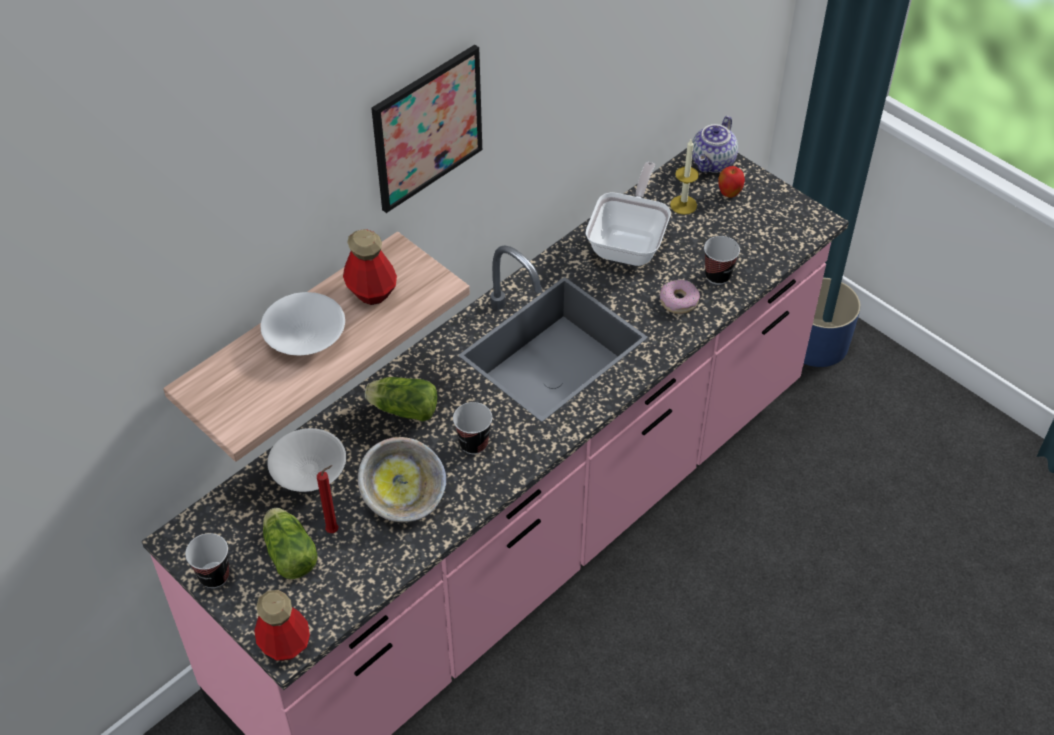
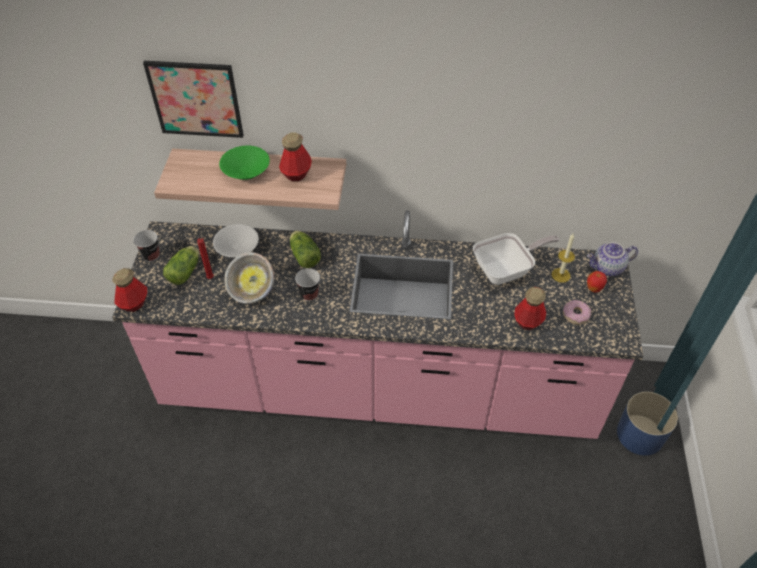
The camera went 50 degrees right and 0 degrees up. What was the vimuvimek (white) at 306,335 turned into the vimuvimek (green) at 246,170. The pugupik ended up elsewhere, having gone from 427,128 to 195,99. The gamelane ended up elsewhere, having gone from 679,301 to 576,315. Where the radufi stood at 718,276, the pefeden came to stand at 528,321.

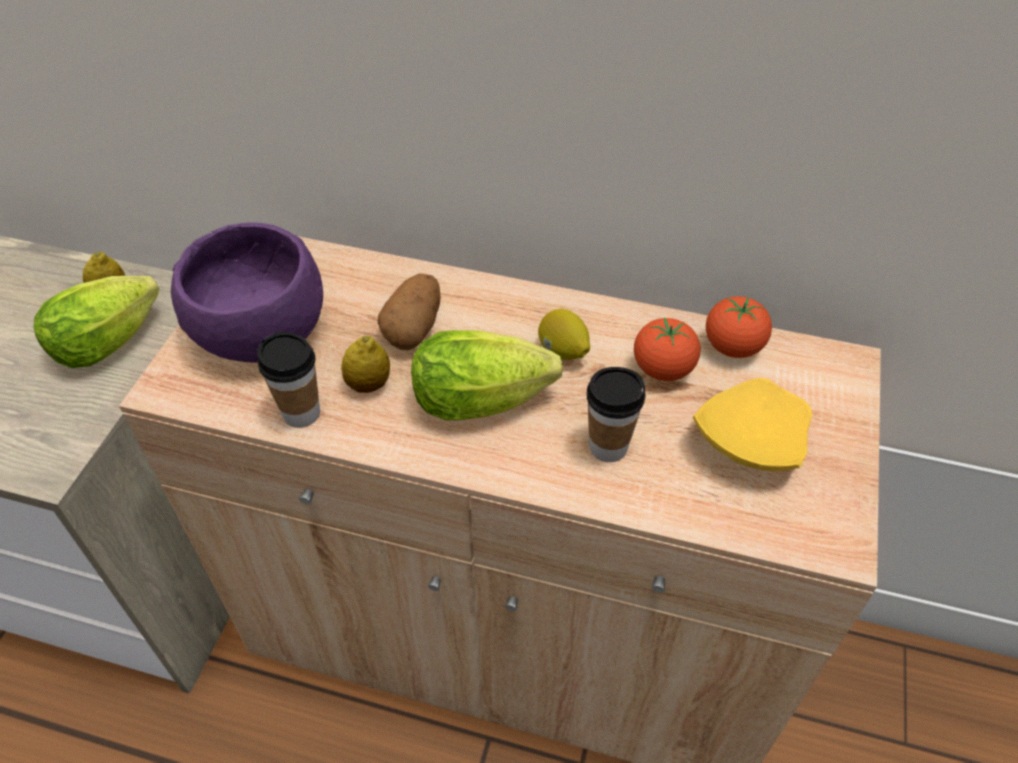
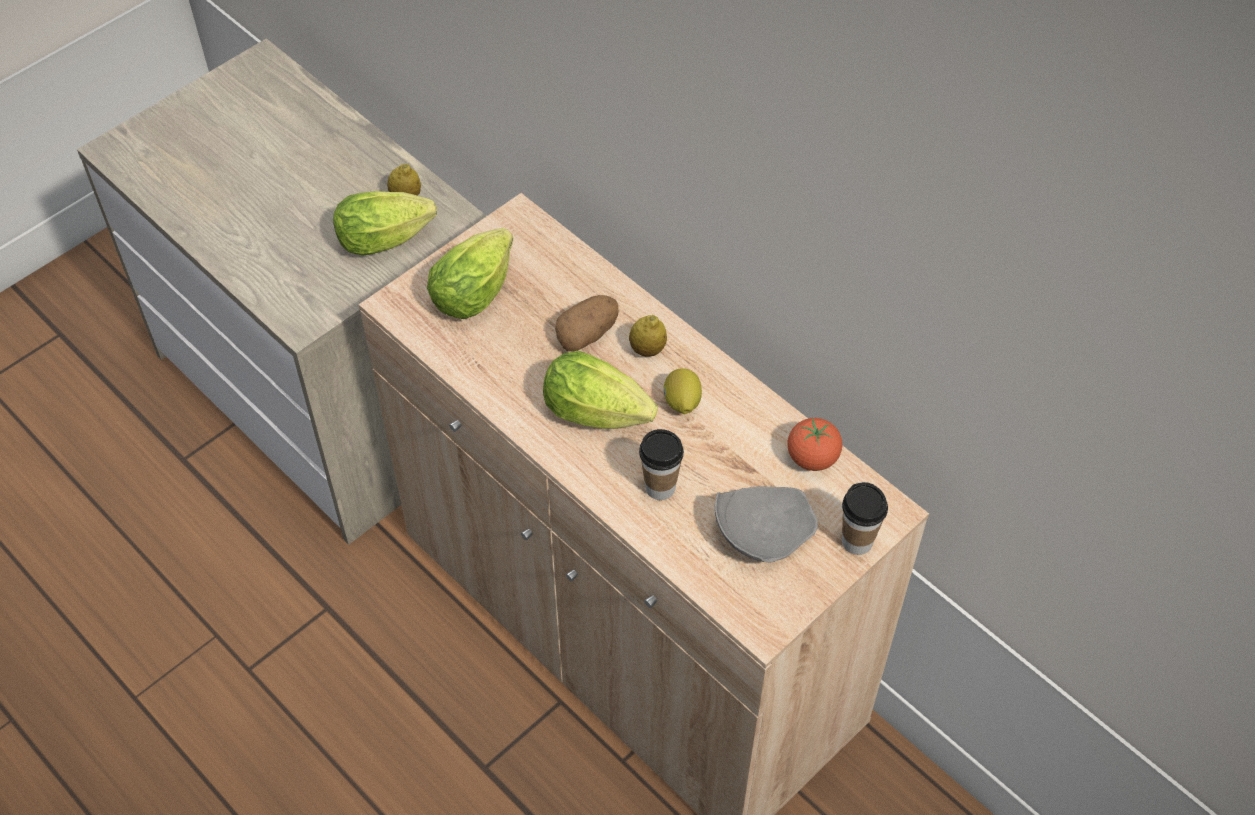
The camera went 30 degrees right and 5 degrees up. Where the vimuvimek (purple) stood at 259,333, the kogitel came to stand at 477,289. The radufi ended up elsewhere, having gone from 301,413 to 857,541. The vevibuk ended up elsewhere, having gone from 368,384 to 647,349. The second view lost the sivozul at 662,369. What was the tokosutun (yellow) at 747,441 turned into the tokosutun (grey) at 761,531.

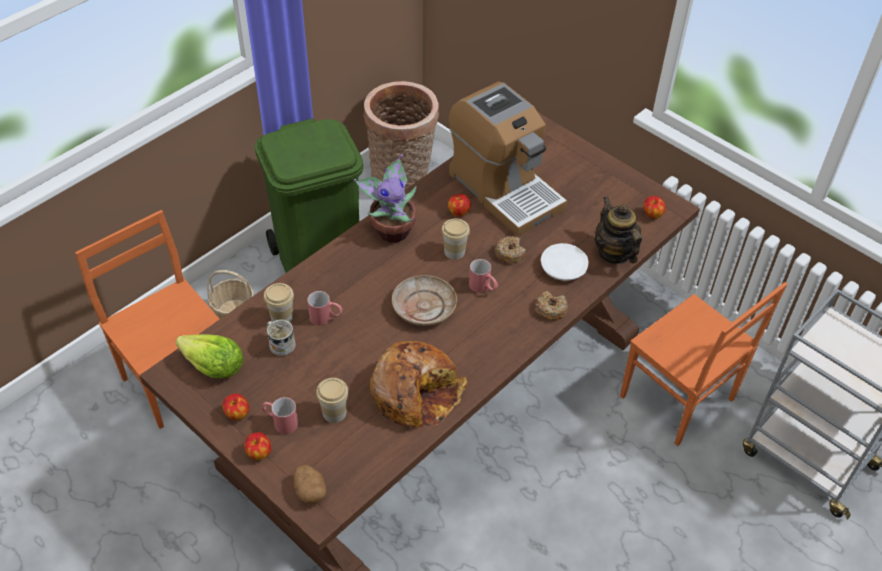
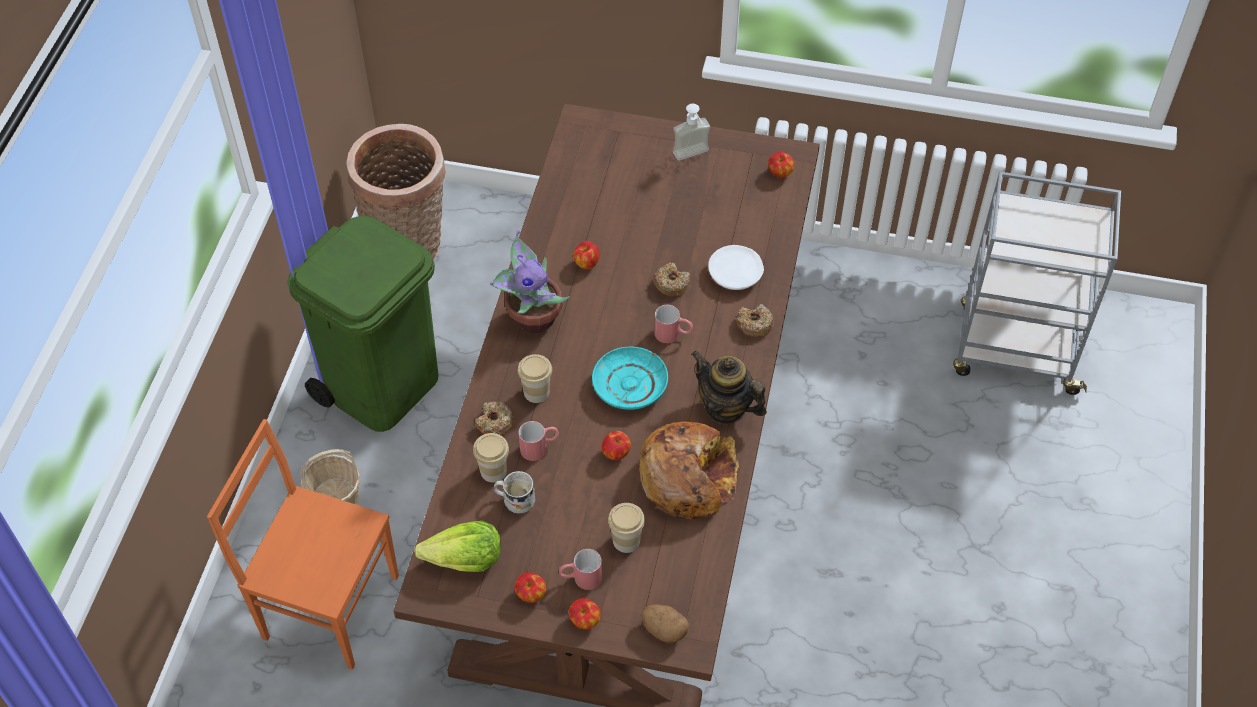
The camera went 30 degrees left and 5 degrees up. What was the tokosutun (beige) at 423,307 turned into the tokosutun (turquoise) at 629,385. The radufi ended up elsewhere, having gone from 454,252 to 536,392. The second view lost the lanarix at 504,189. The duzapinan ended up elsewhere, having gone from 614,253 to 725,408. The second view lost the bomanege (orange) at 677,400. The second view gained the gamelane at 495,423. The second view gained the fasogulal at 616,453. The second view gained the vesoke at 694,156.

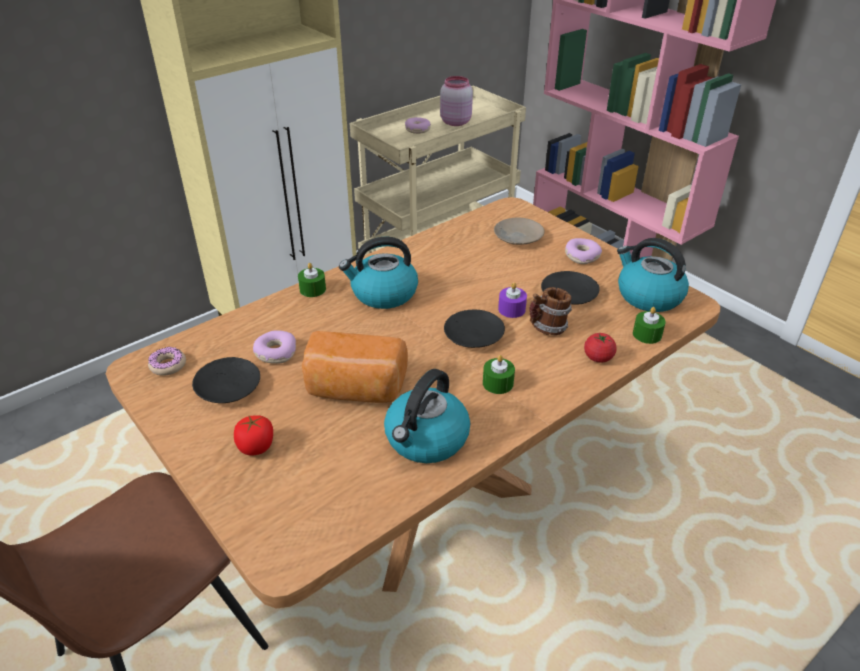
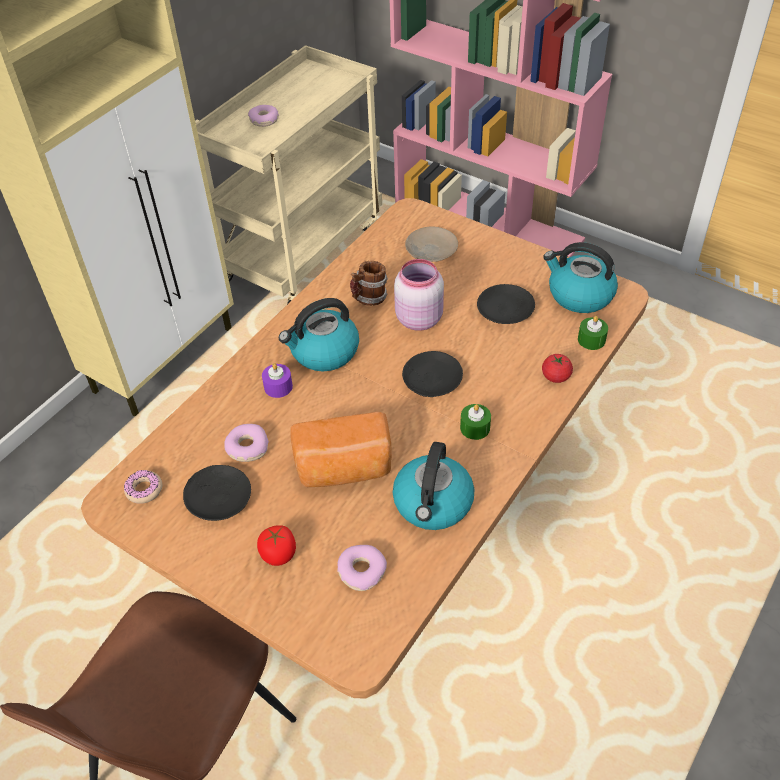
The camera went 15 degrees left and 10 degrees up. The second view lost the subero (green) at 312,289. The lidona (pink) ended up elsewhere, having gone from 455,122 to 418,318. The subero (purple) ended up elsewhere, having gone from 511,309 to 278,387. The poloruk ended up elsewhere, having gone from 547,328 to 369,299. The gamelane ended up elsewhere, having gone from 581,256 to 361,571.

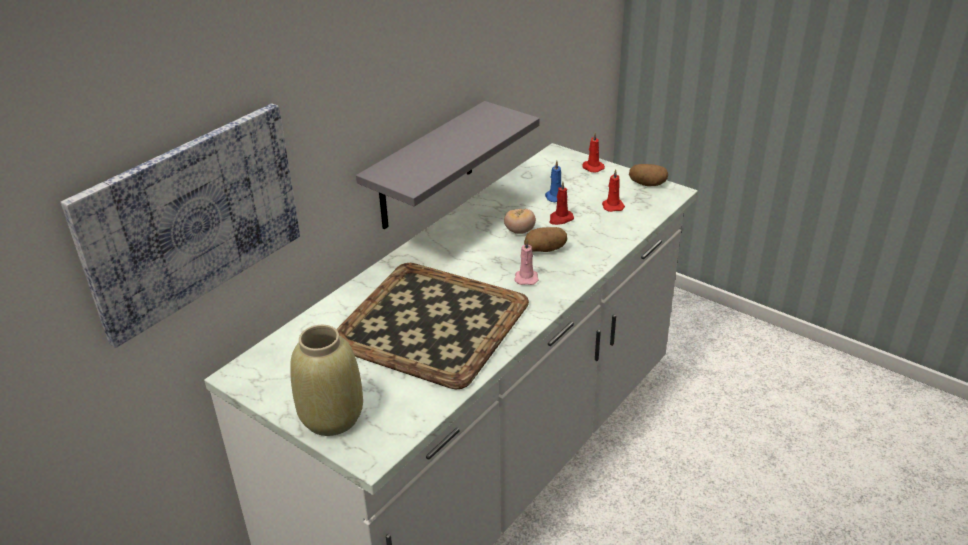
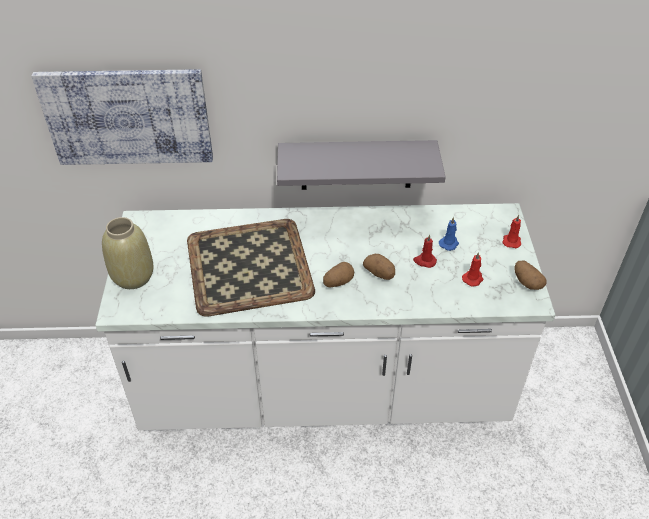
The camera went 50 degrees right and 10 degrees up. The second view lost the sivozul at 519,231. Where the subero (pink) stood at 526,278, the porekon came to stand at 338,282.

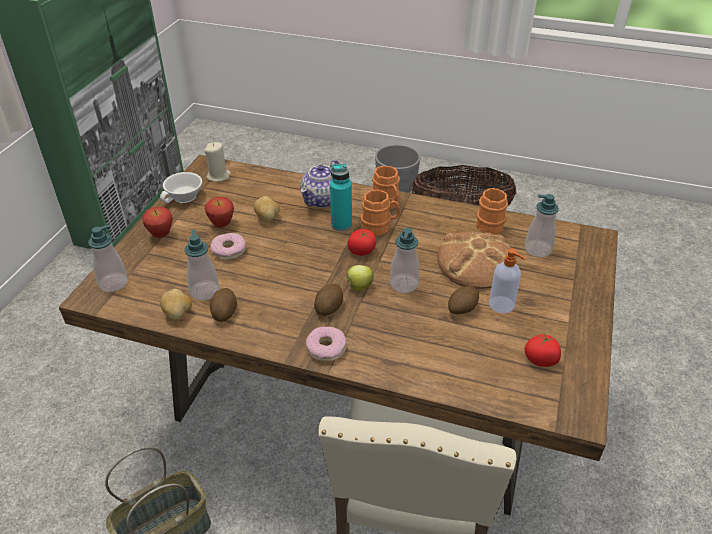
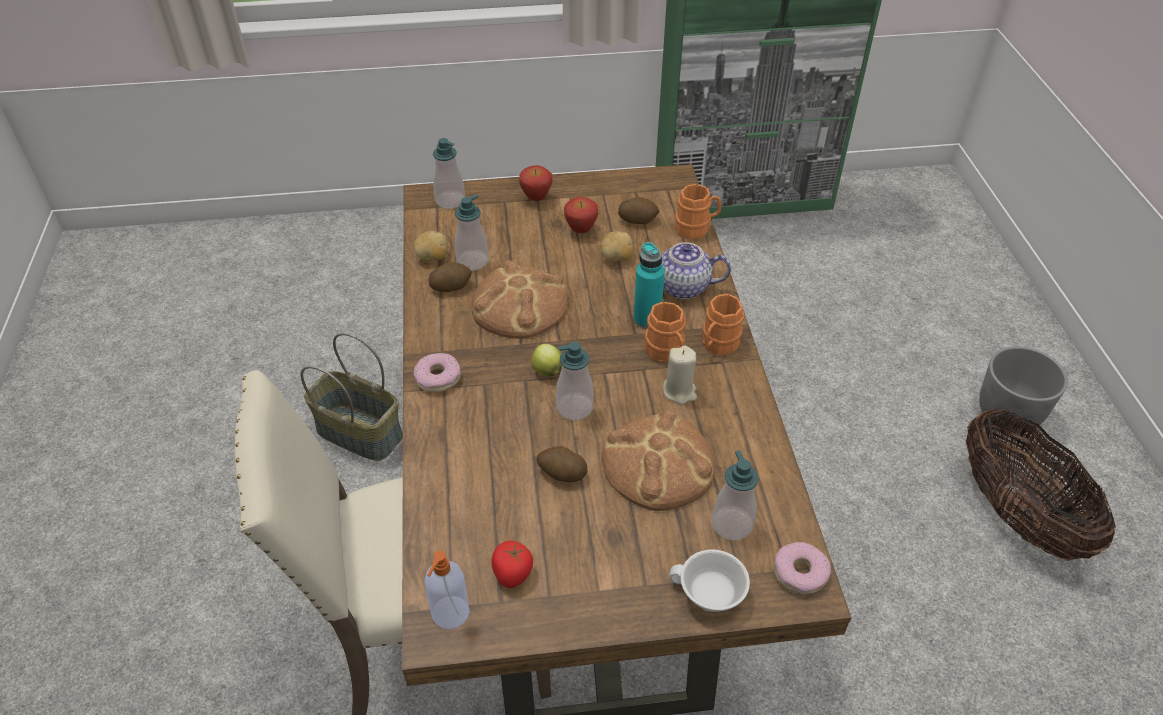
The camera went 65 degrees right and 5 degrees up. The radufi (white) ended up elsewhere, having gone from 184,197 to 709,595. The subero (beige) ended up elsewhere, having gone from 218,176 to 679,391. The gamelane ended up elsewhere, having gone from 228,251 to 800,572. The porekon ended up elsewhere, having gone from 328,307 to 638,220. The second view lost the sivozul at 362,251. The poloruk (orange) ended up elsewhere, having gone from 490,223 to 696,228. The vesoke ended up elsewhere, having gone from 502,305 to 449,614. The second view gained the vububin at 519,305.

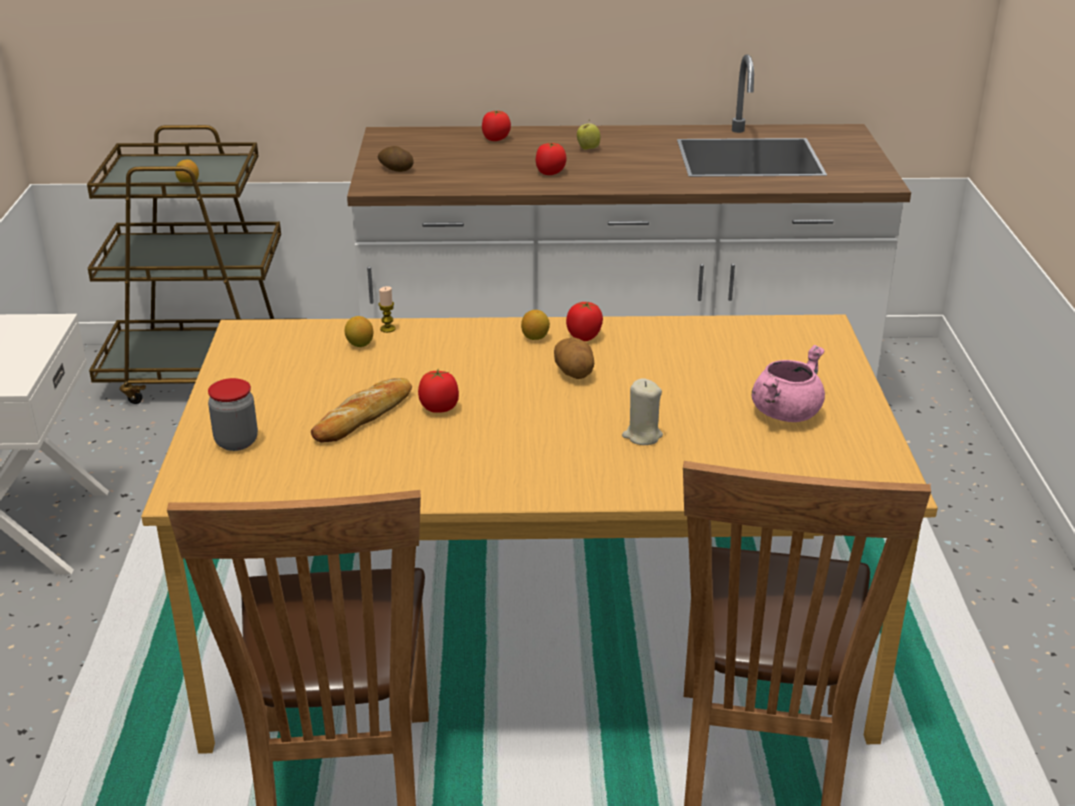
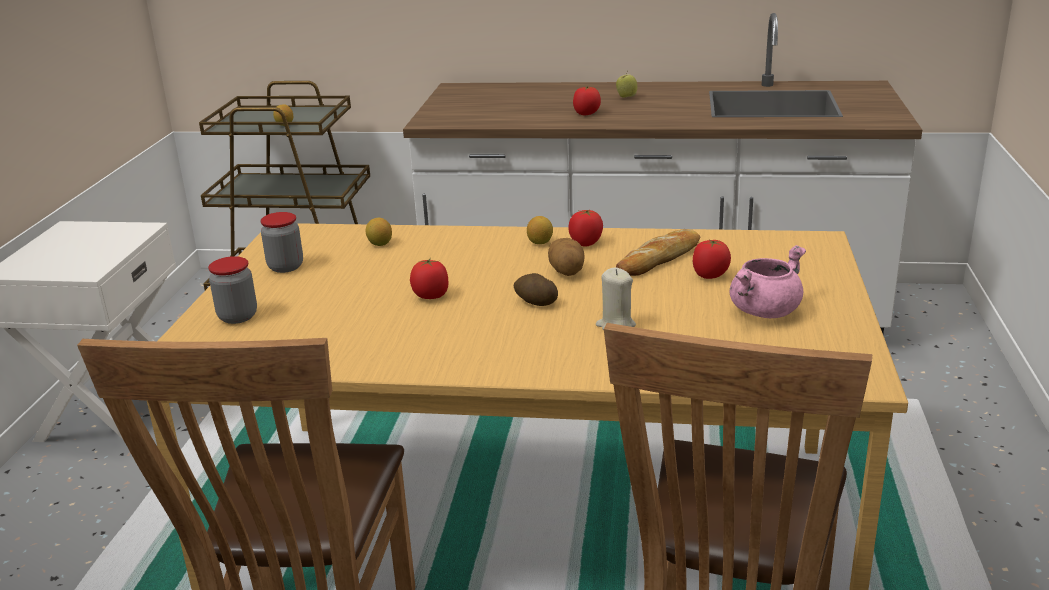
The camera went 10 degrees right and 5 degrees down. The vububin ended up elsewhere, having gone from 364,416 to 660,259. The porekon ended up elsewhere, having gone from 395,169 to 535,302. The second view lost the subero at 387,329. The sivozul ended up elsewhere, having gone from 495,139 to 710,275. The second view gained the lidona at 285,267.

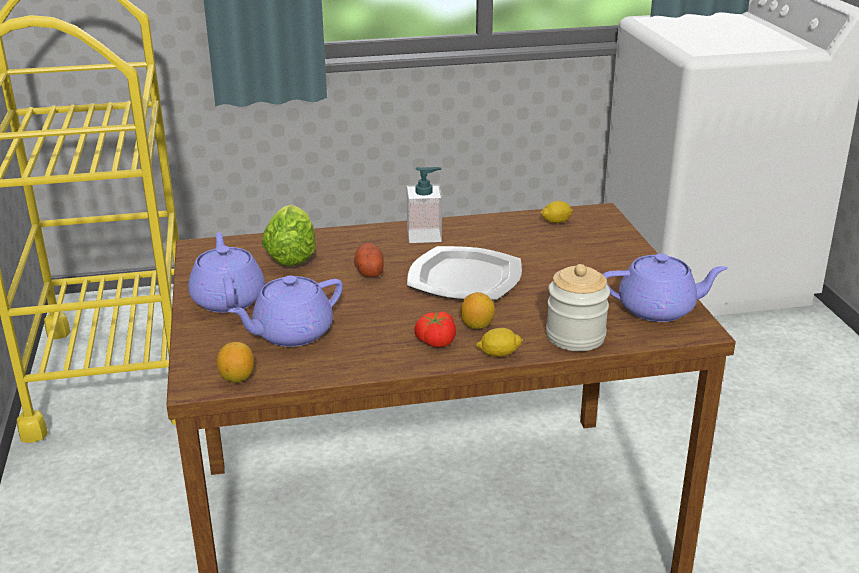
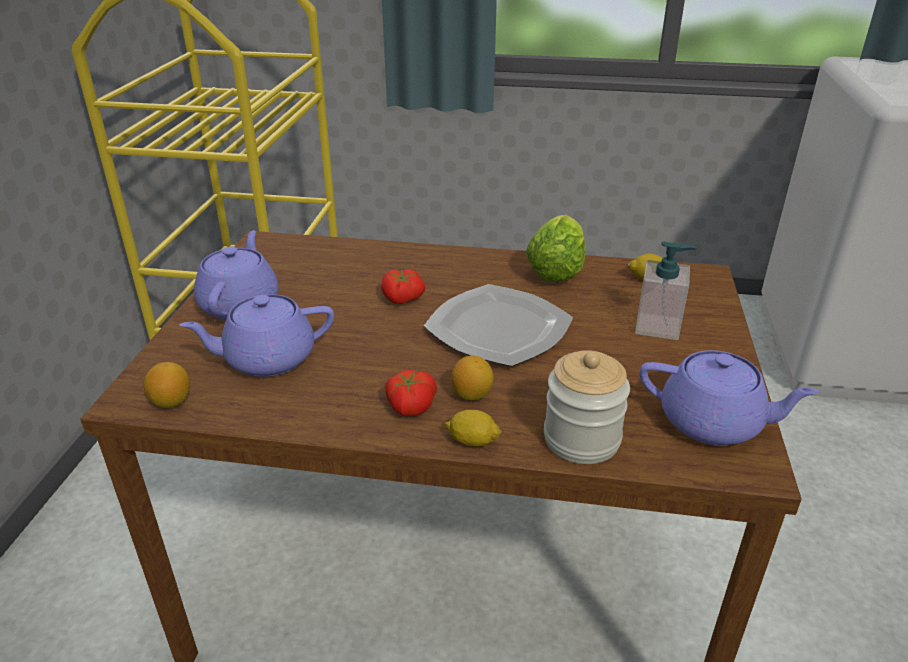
The camera went 20 degrees right and 5 degrees up. The kogitel ended up elsewhere, having gone from 292,255 to 557,269. Where the porekon stood at 369,271, the sivozul came to stand at 402,299. The vesoke ended up elsewhere, having gone from 424,235 to 658,326.

